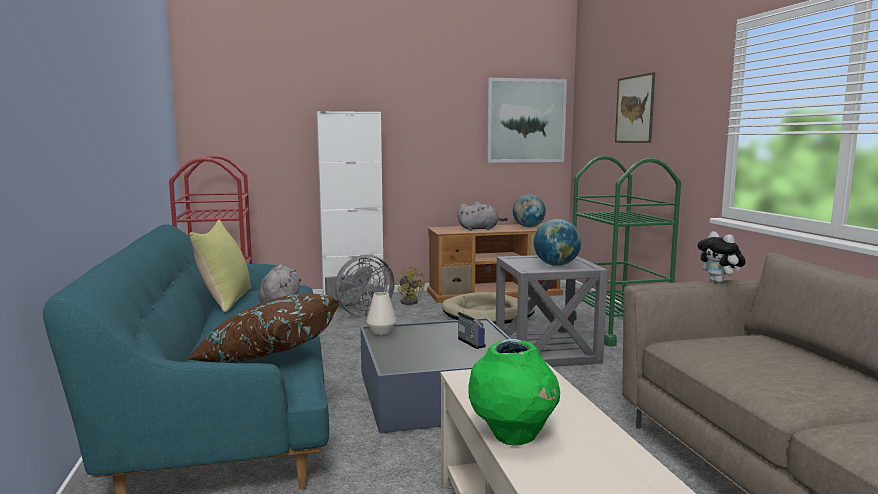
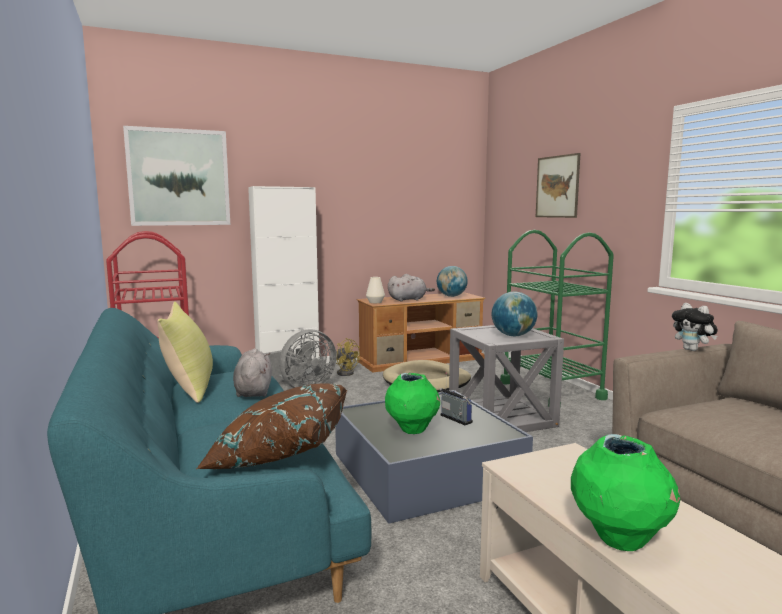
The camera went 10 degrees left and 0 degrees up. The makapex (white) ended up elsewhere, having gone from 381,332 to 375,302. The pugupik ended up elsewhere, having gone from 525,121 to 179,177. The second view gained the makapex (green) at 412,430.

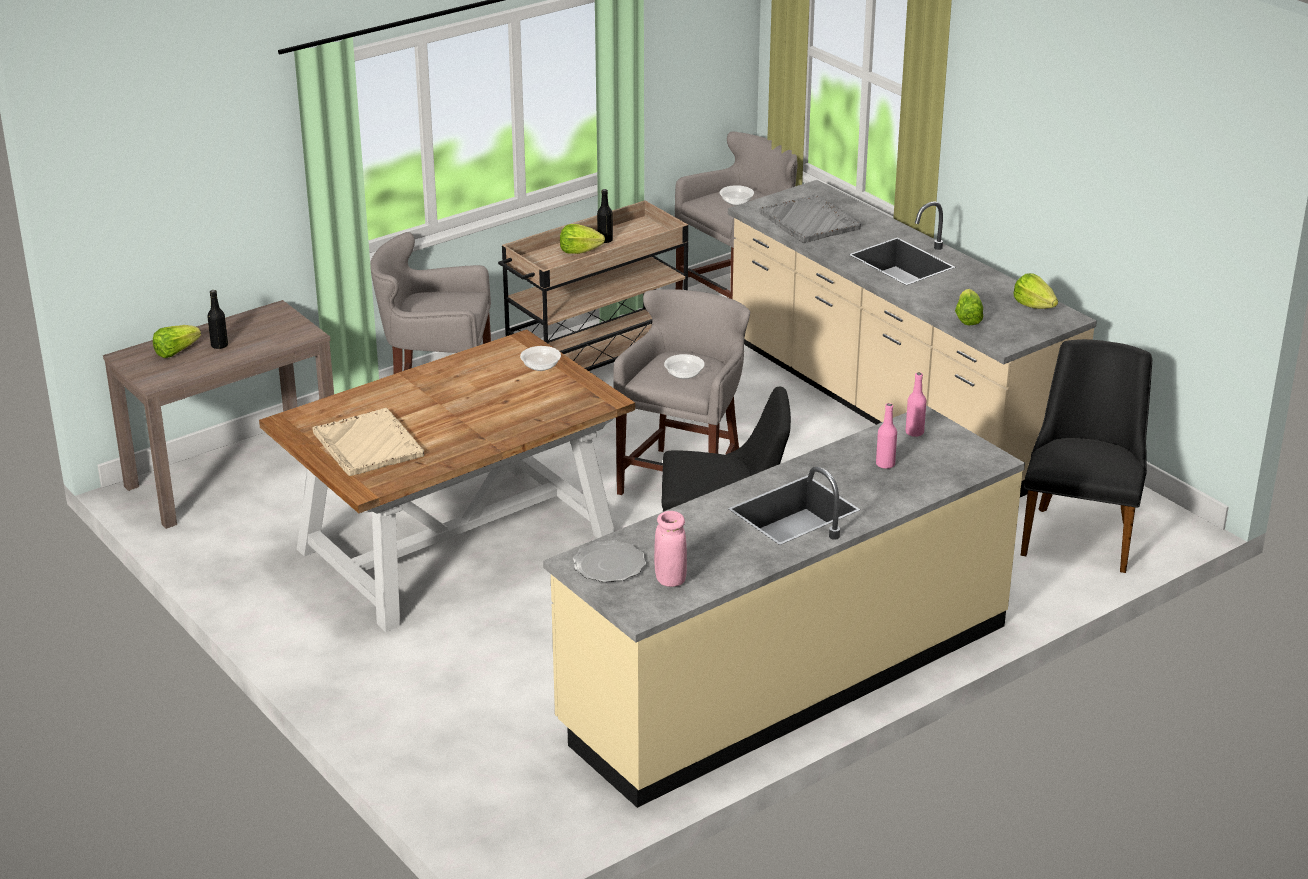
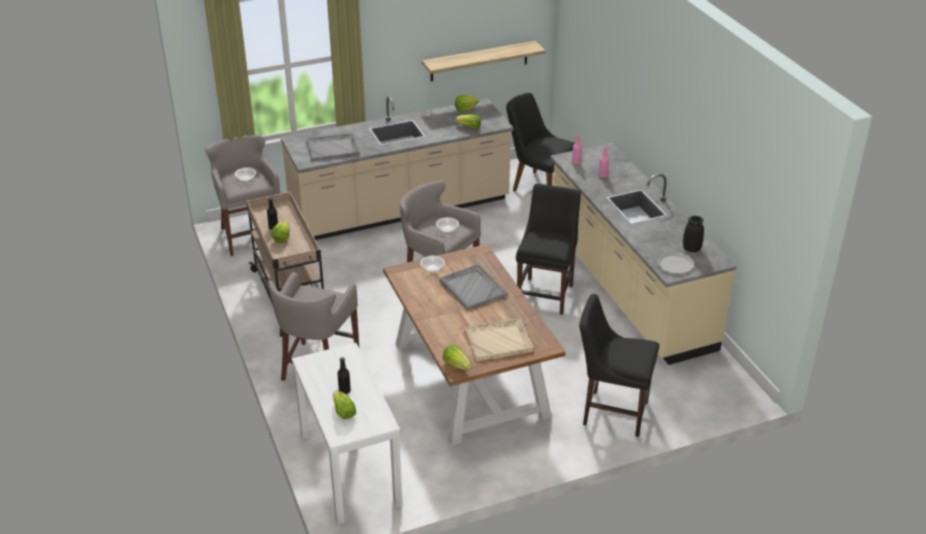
The camera went 75 degrees left and 5 degrees up. What was the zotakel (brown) at 233,475 turned into the zotakel (white) at 349,467. What was the makapex (pink) at 670,580 turned into the makapex (black) at 691,249. The second view gained the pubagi at 479,61. The second view gained the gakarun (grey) at 472,288. The second view gained the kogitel at 456,364. The second view gained the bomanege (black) at 611,412.

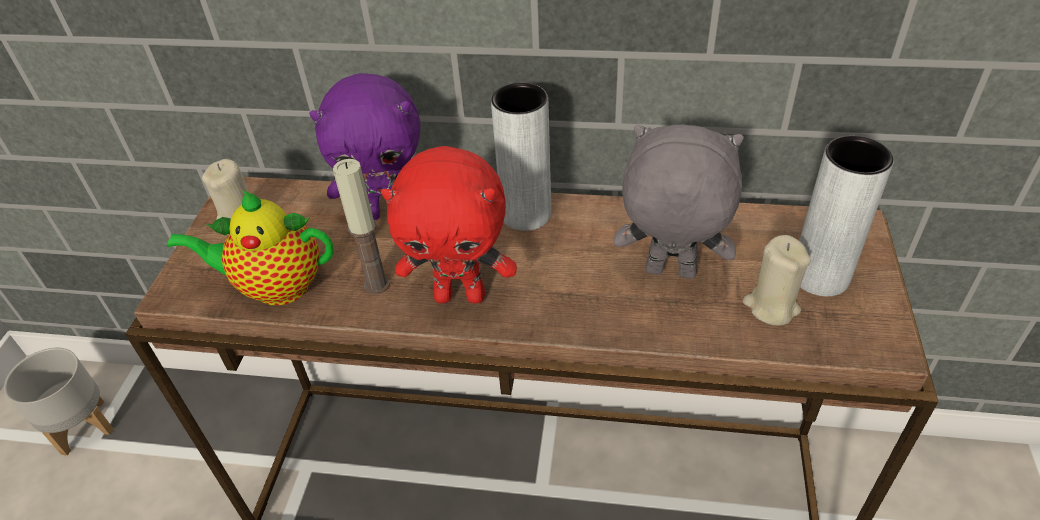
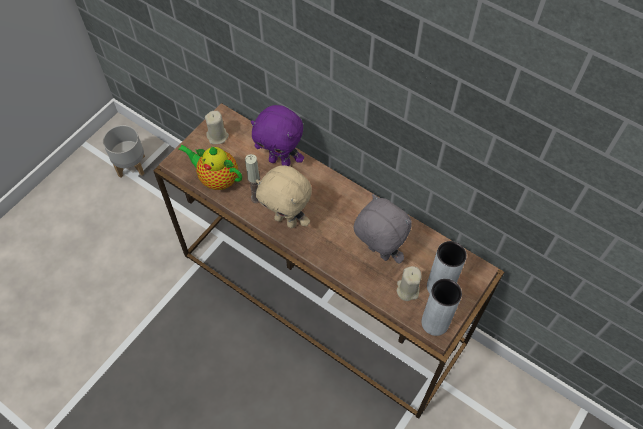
The camera went 25 degrees right and 15 degrees up. What was the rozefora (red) at 461,295 turned into the rozefora (beige) at 286,220. The makapex (grey) ended up elsewhere, having gone from 526,214 to 435,323.

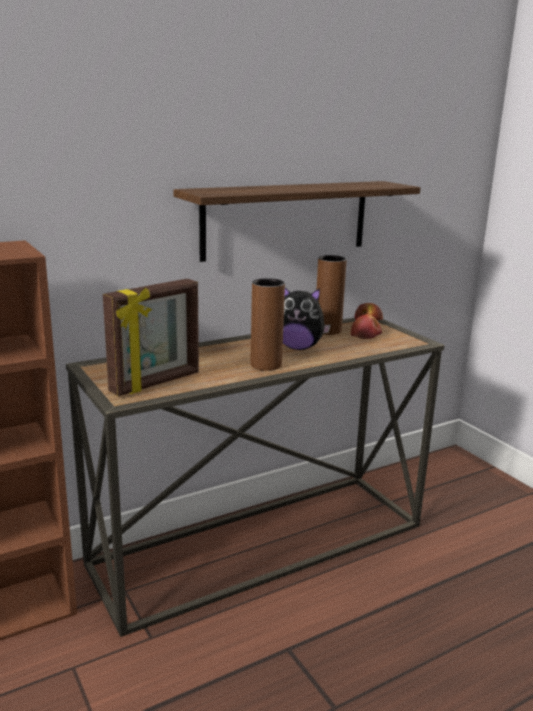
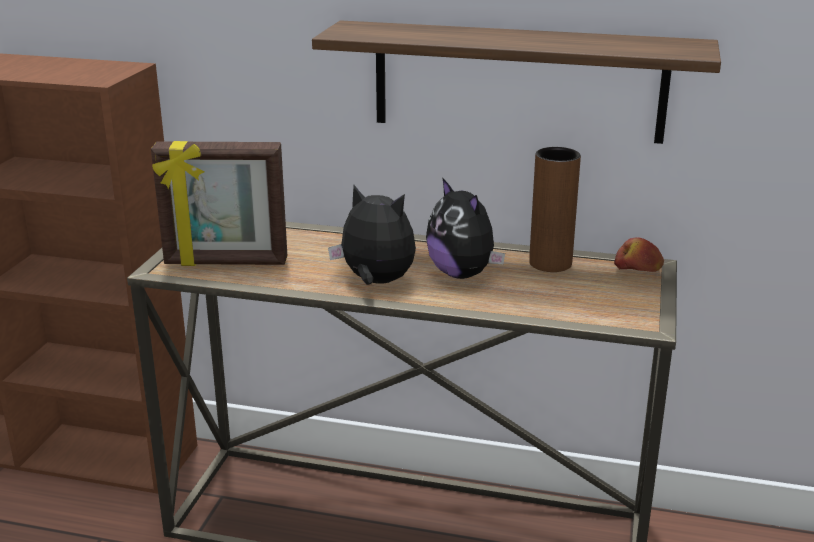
The camera went 45 degrees right and 5 degrees up. Where the makapex (brown) stood at 266,365, the rozefora came to stand at 376,282. The second view lost the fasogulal at 366,335.

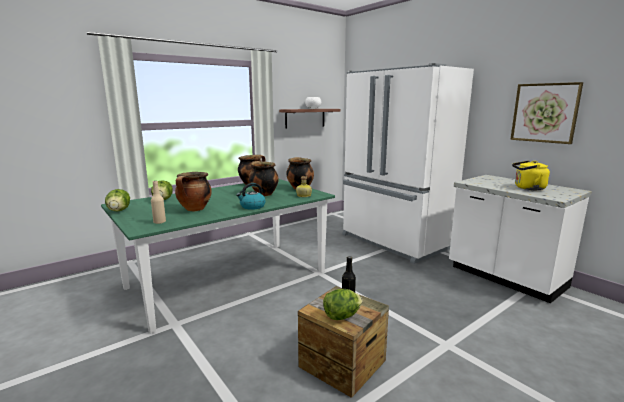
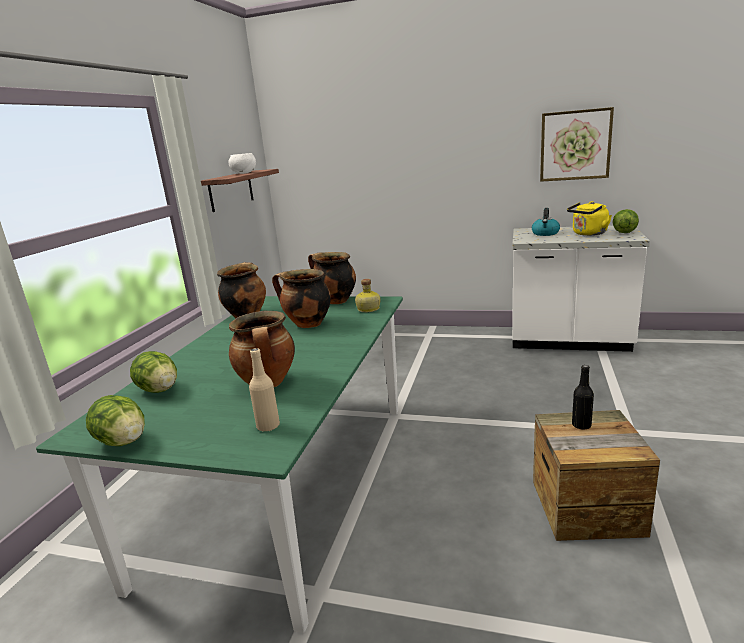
The camera went 35 degrees left and 5 degrees up. The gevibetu ended up elsewhere, having gone from 252,206 to 545,233. The kogitel ended up elsewhere, having gone from 341,316 to 624,232. The second view lost the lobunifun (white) at 394,242.

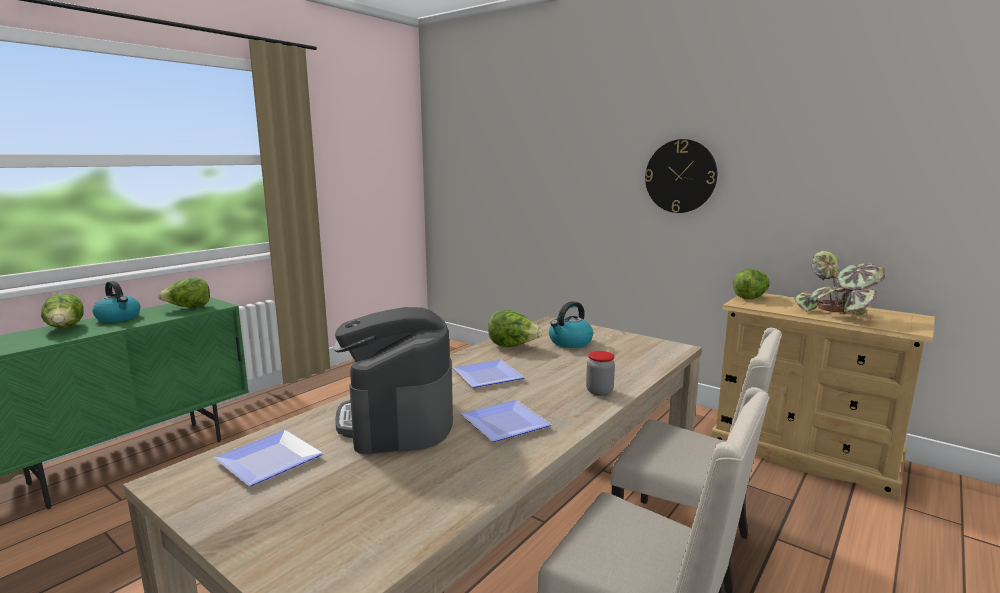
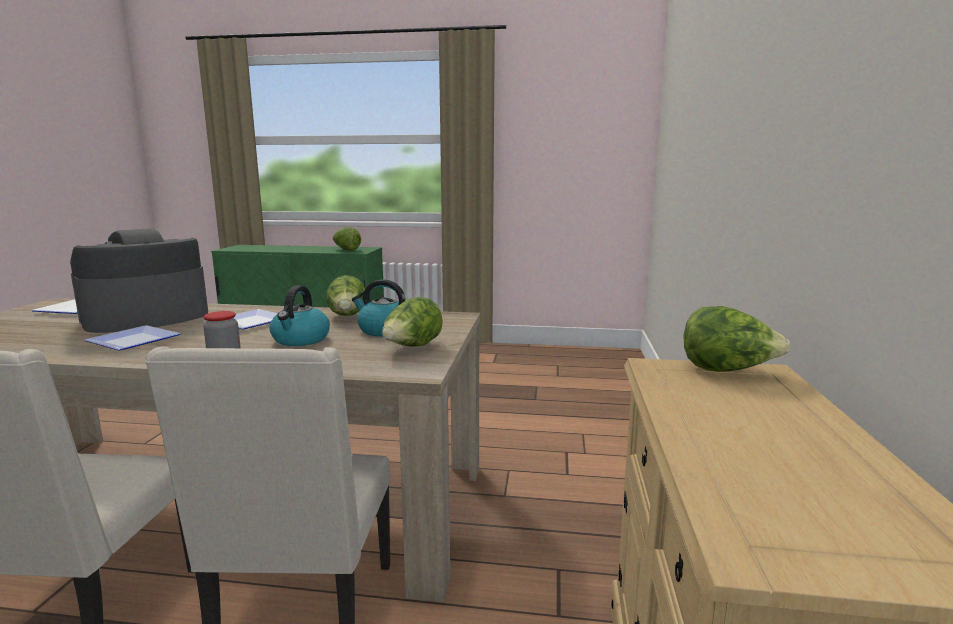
The camera went 60 degrees right and 0 degrees up. The kogitel ended up elsewhere, having gone from 66,328 to 412,348. The gevibetu ended up elsewhere, having gone from 119,318 to 300,340. The second view lost the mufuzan at 680,176. The second view lost the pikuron at 837,314.

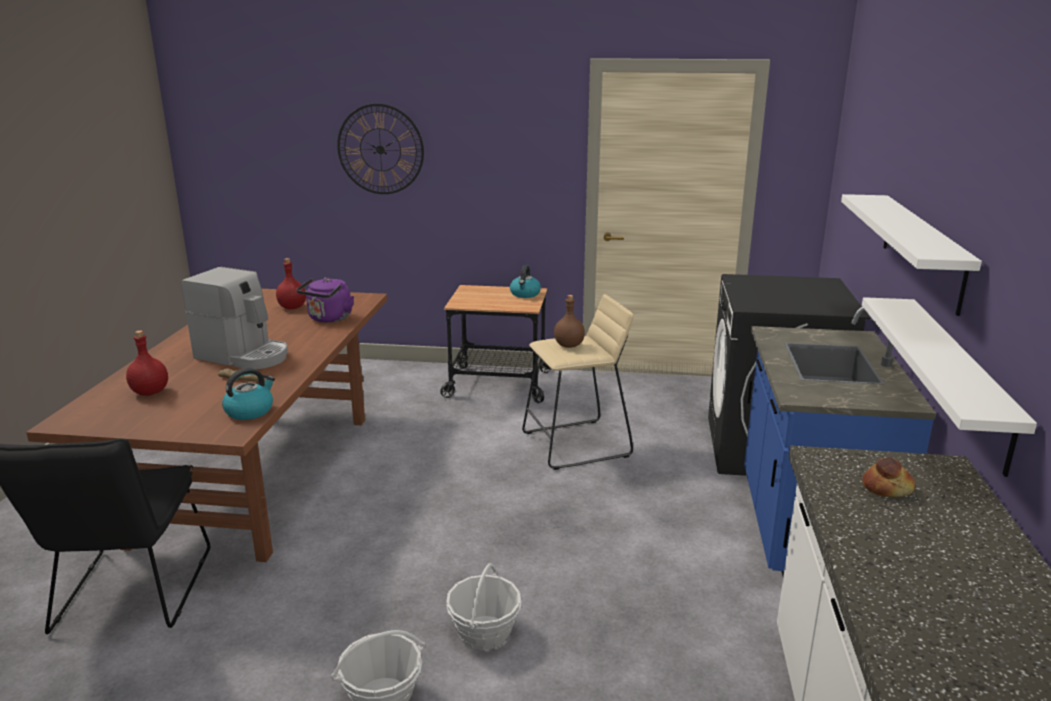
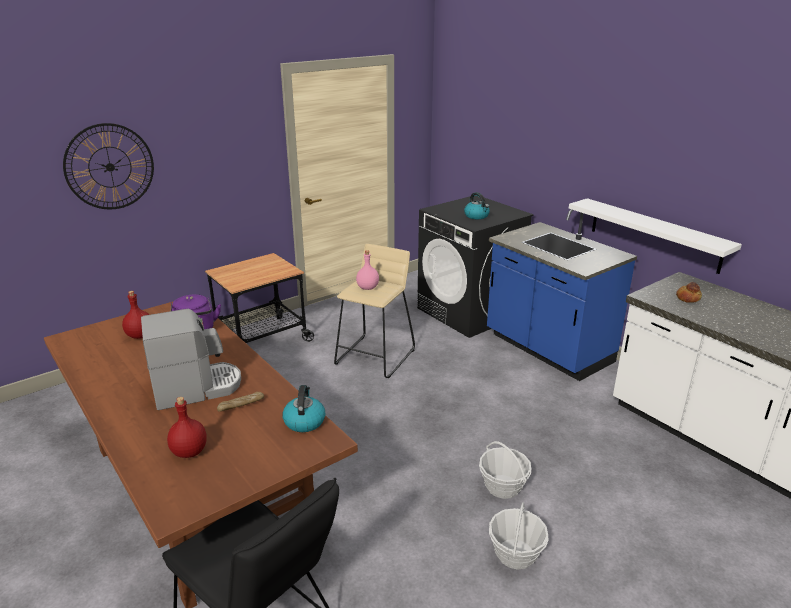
The camera went 45 degrees left and 5 degrees up. The gevibetu ended up elsewhere, having gone from 525,294 to 477,216. What was the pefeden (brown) at 569,345 turned into the pefeden (pink) at 368,287. The second view lost the pubagi (white) at 922,250.

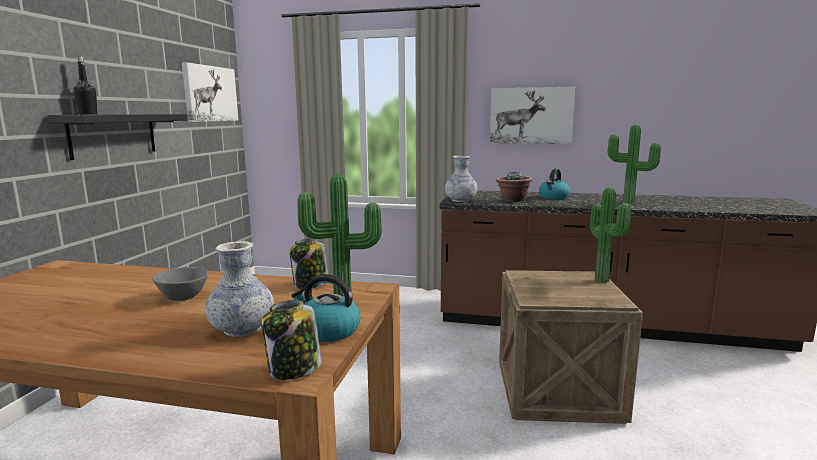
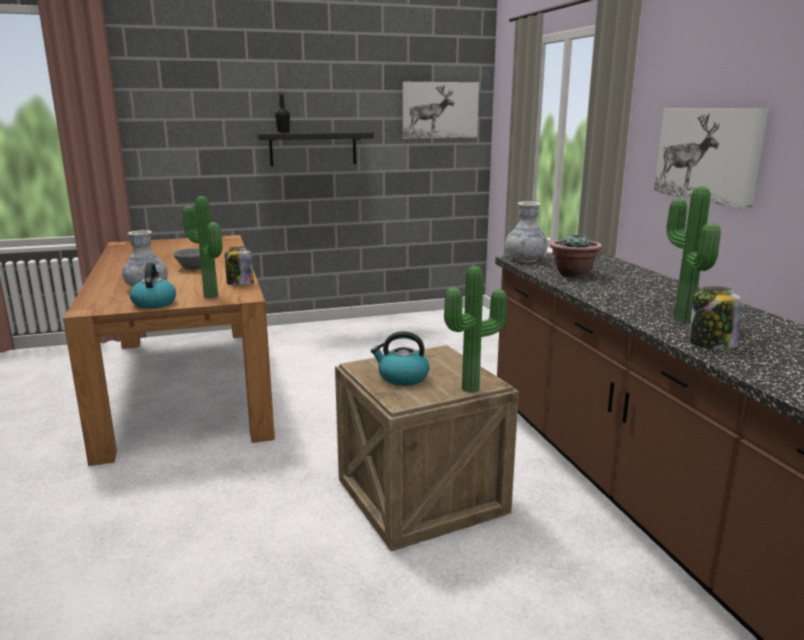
The camera went 60 degrees right and 5 degrees up. The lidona ended up elsewhere, having gone from 294,370 to 711,345. The gevibetu ended up elsewhere, having gone from 554,197 to 402,378.

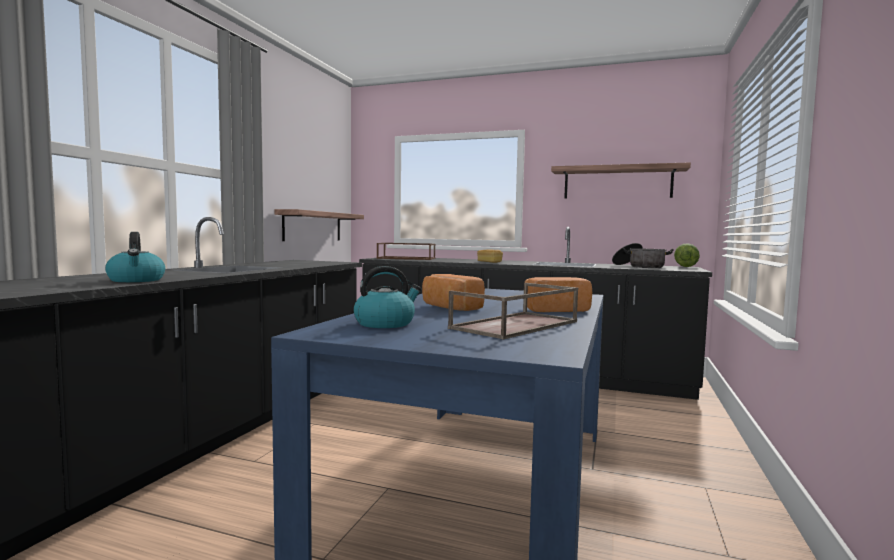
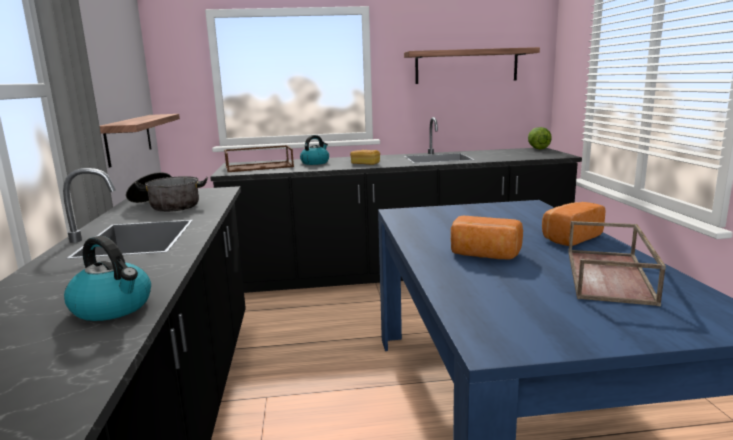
The camera went 25 degrees left and 10 degrees up. The gevibetu ended up elsewhere, having gone from 385,323 to 315,162. The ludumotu ended up elsewhere, having gone from 639,266 to 167,206.

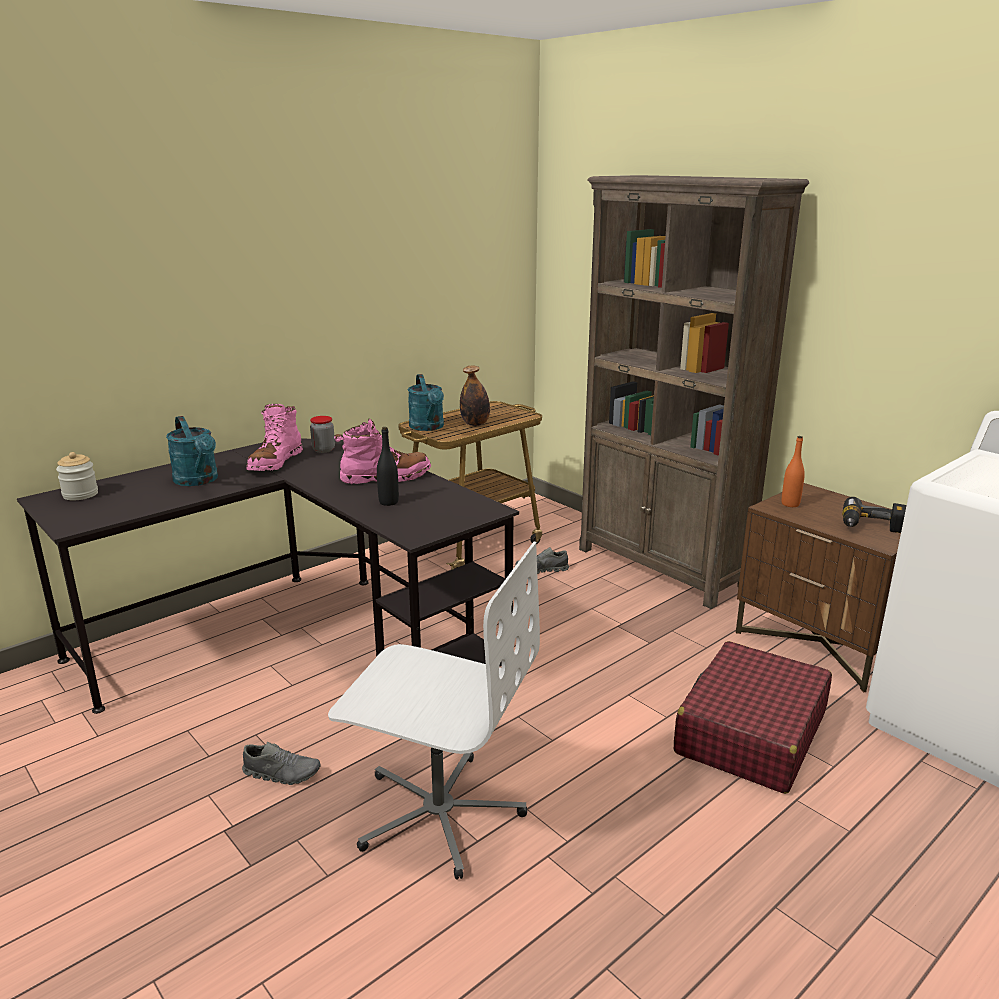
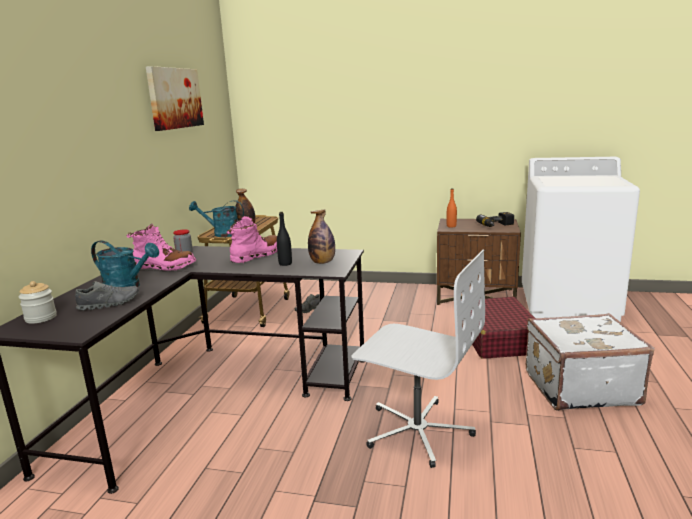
The camera went 35 degrees left and 5 degrees down. The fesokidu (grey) ended up elsewhere, having gone from 282,773 to 109,304. The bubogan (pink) at 275,462 ended up facing another way, 60 degrees counterclockwise from before. The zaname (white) at 438,812 ended up facing another way, 45 degrees clockwise from before. The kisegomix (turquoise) at 428,427 ended up facing another way, 150 degrees clockwise from before. The second view lost the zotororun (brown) at 662,568. The second view gained the pugupik at 174,98. The second view gained the pefeden at 322,262. The second view gained the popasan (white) at 579,387.

